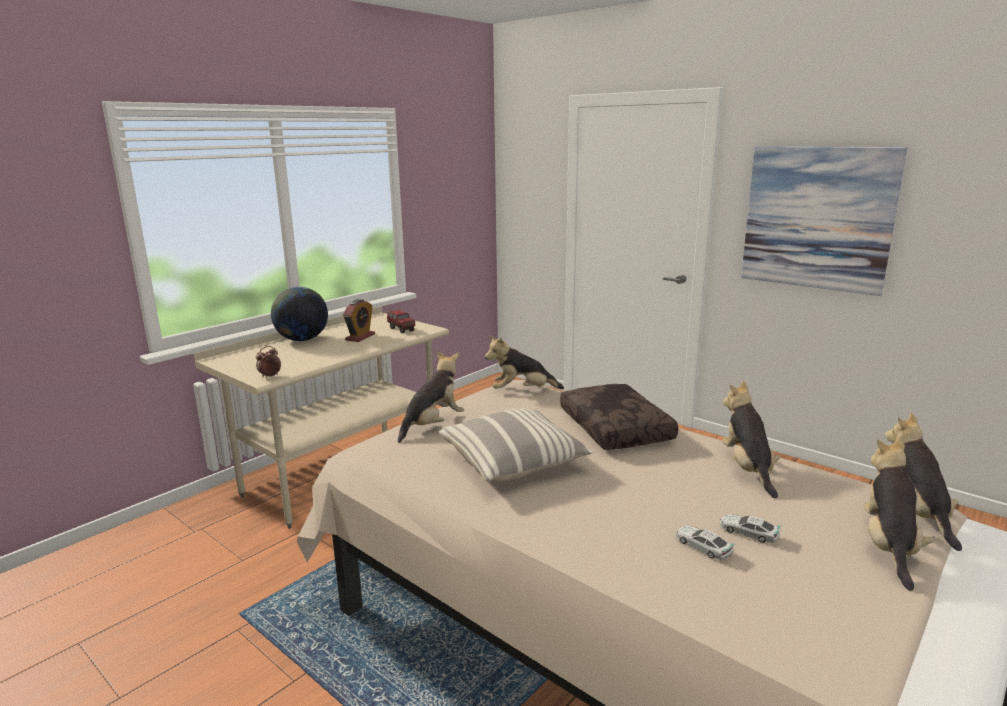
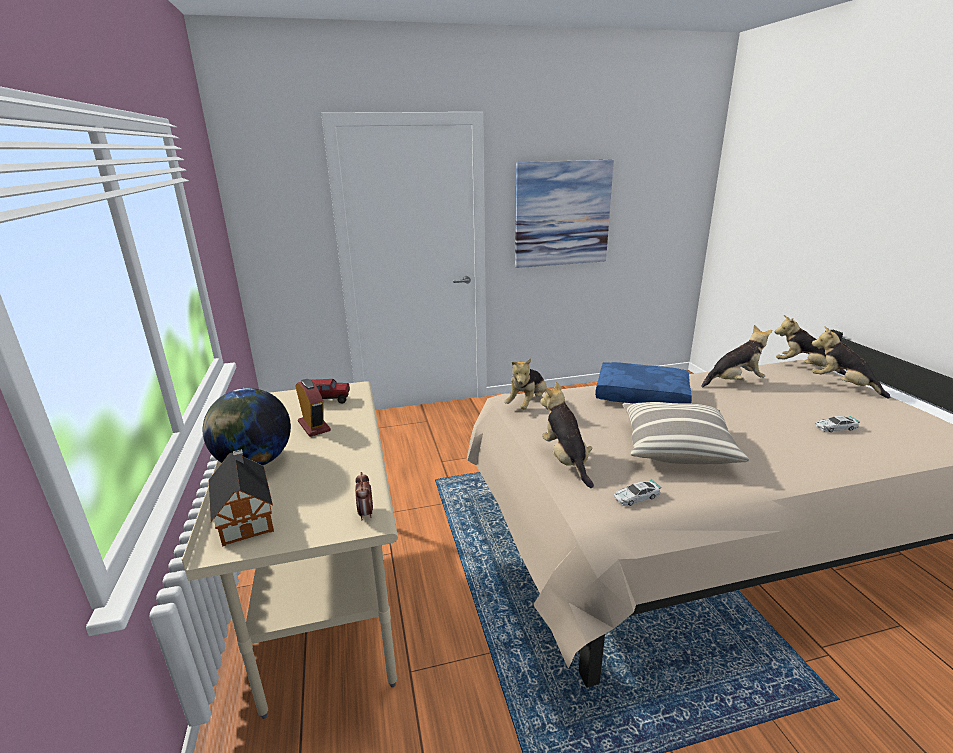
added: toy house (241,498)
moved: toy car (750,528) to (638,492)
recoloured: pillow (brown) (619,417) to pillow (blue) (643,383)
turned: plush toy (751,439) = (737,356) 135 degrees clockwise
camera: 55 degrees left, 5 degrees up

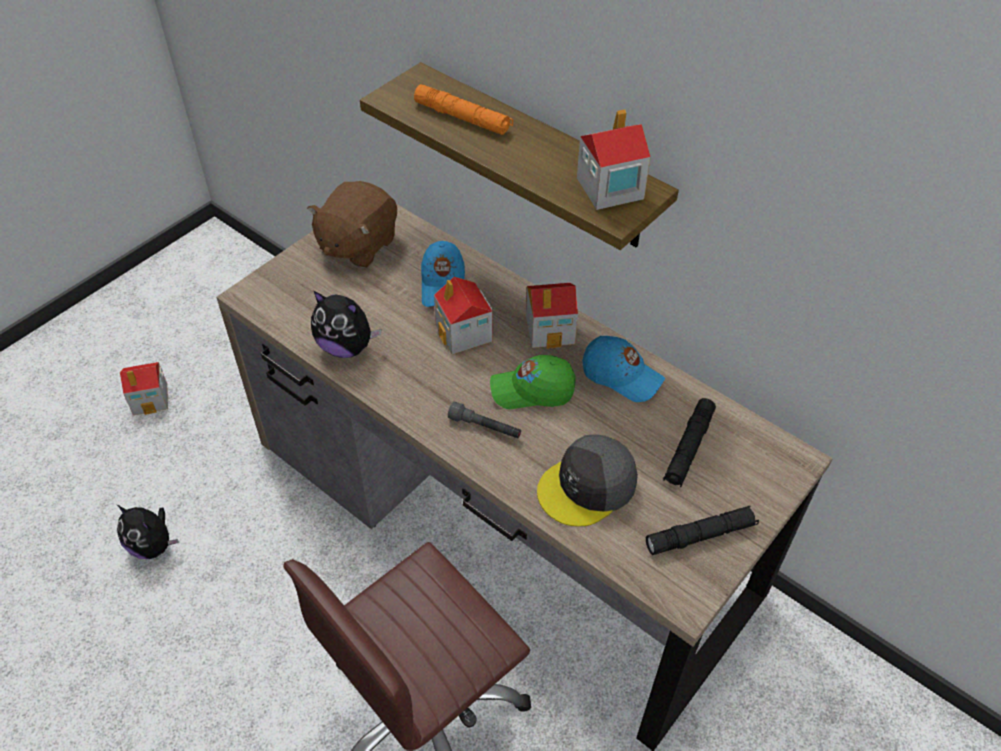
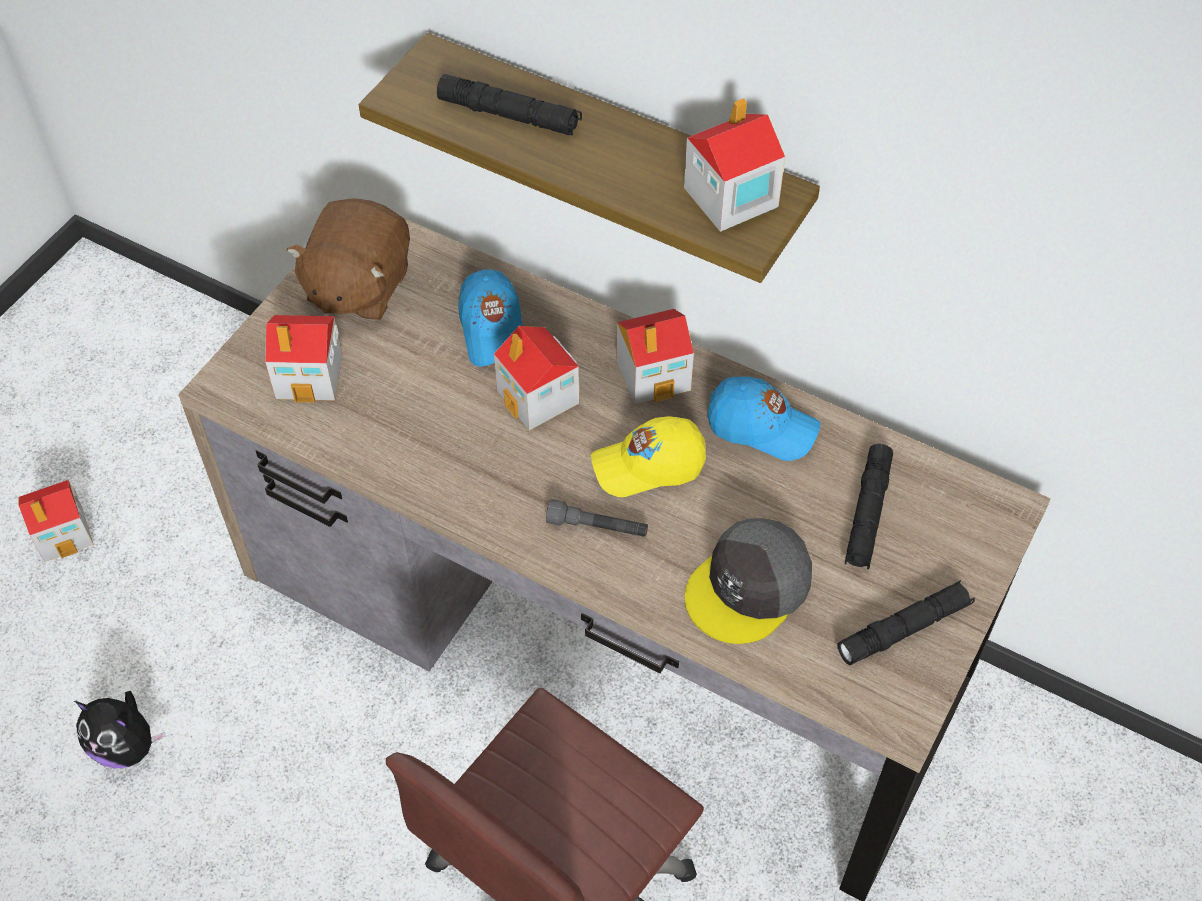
removed: plush toy (346,324)
added: toy house (303,359)
recoloured: flashlight (orange) (463,109) to flashlight (black) (509,105); cap (green) (533,382) to cap (yellow) (648,456)
camera: 10 degrees left, 5 degrees up

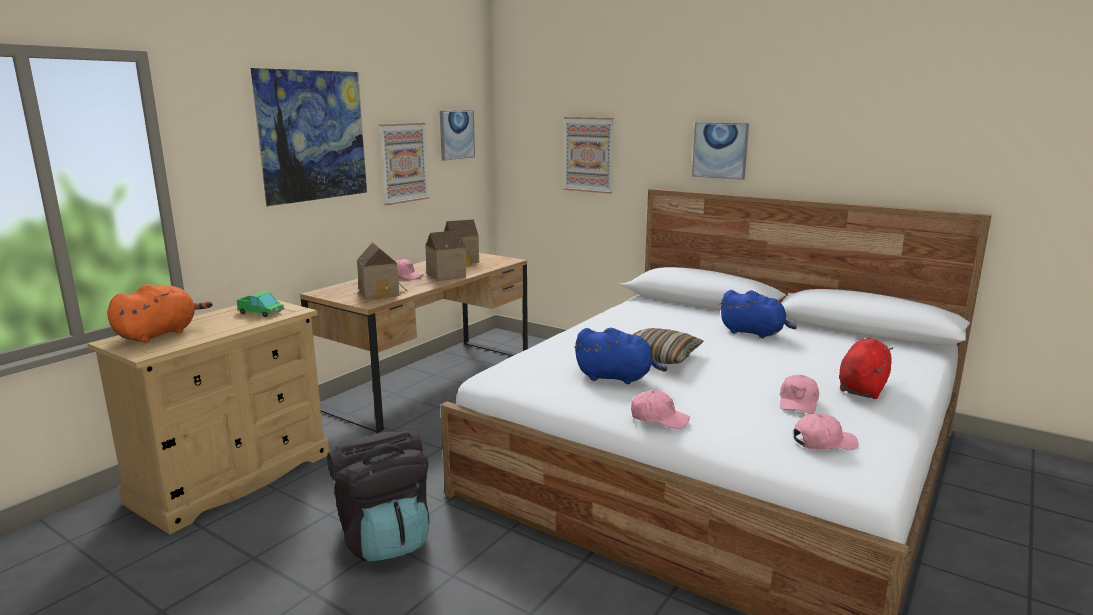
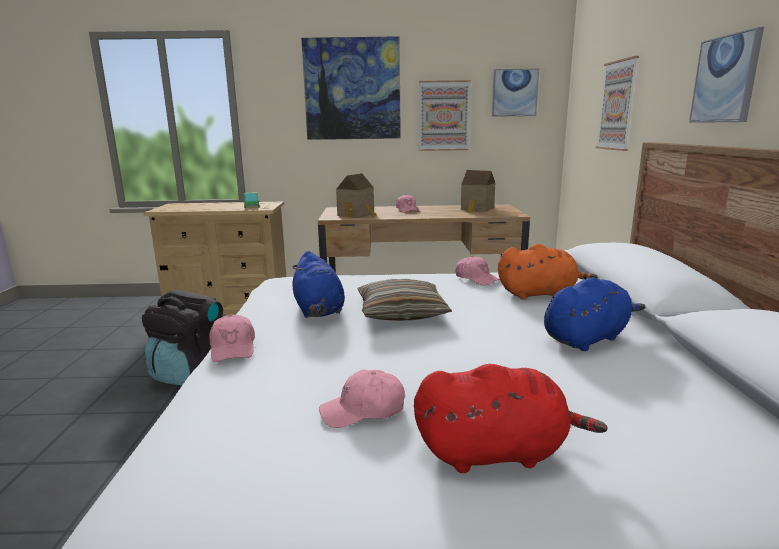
removed: toy house (445,255)
moved: plush toy (orange) (160,313) to (547,272); cap (pink) (826,431) to (477,271)
turned: plush toy (blue) (758,314) = (594,314) 120 degrees counterclockwise
camera: 55 degrees right, 0 degrees up

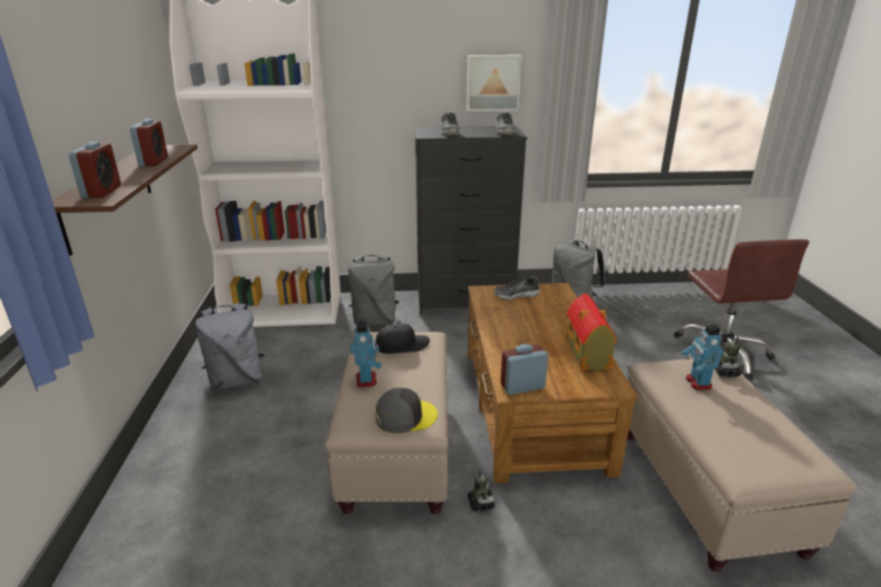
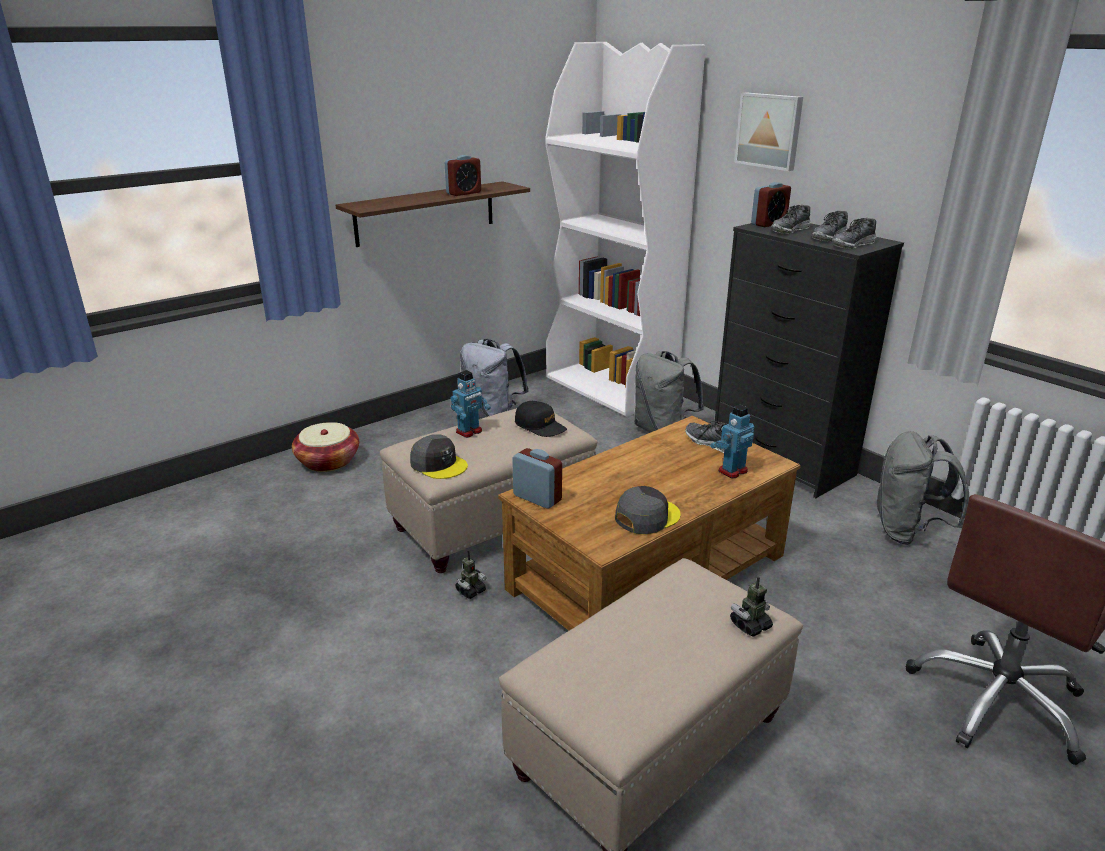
added: basket (325,447); shoe (830,226)
moved: alarm clock (95,170) to (771,204); picture (494,83) to (768,131); toy robot (702,357) to (732,441)
replaced: toy house (591,332) to cap (grey) (648,510)
camera: 55 degrees right, 0 degrees up

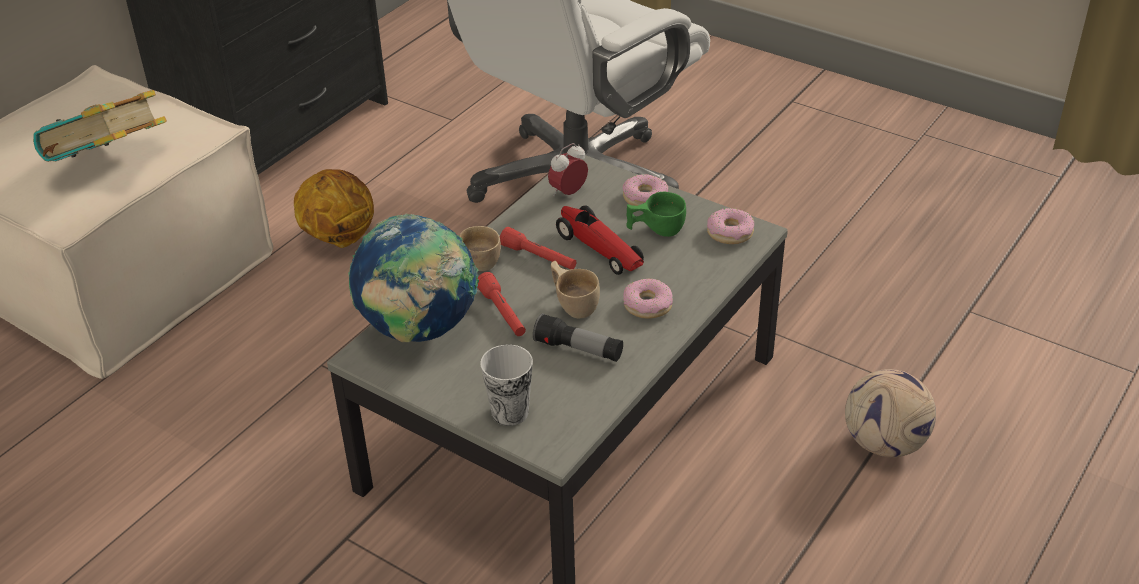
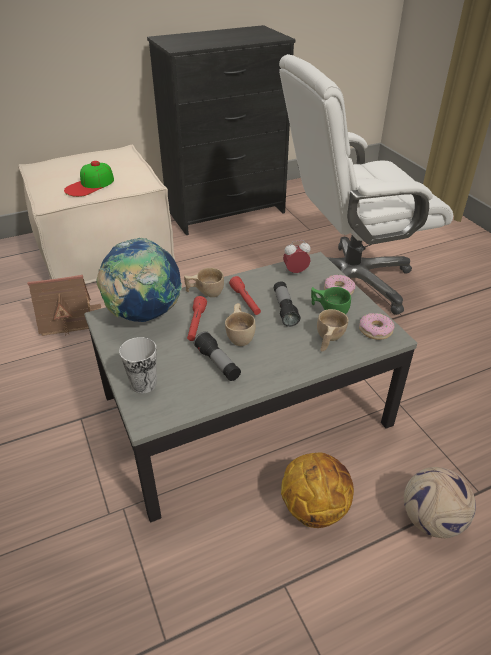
removed: donut (648,299)
added: toy house (64,305); cup (beige) (332,330)
moved: basketball (334,208) to (317,490)
replaced: book (100,126) to cap (89,179); toy car (600,240) to flashlight (287,304)
camera: 30 degrees right, 0 degrees up

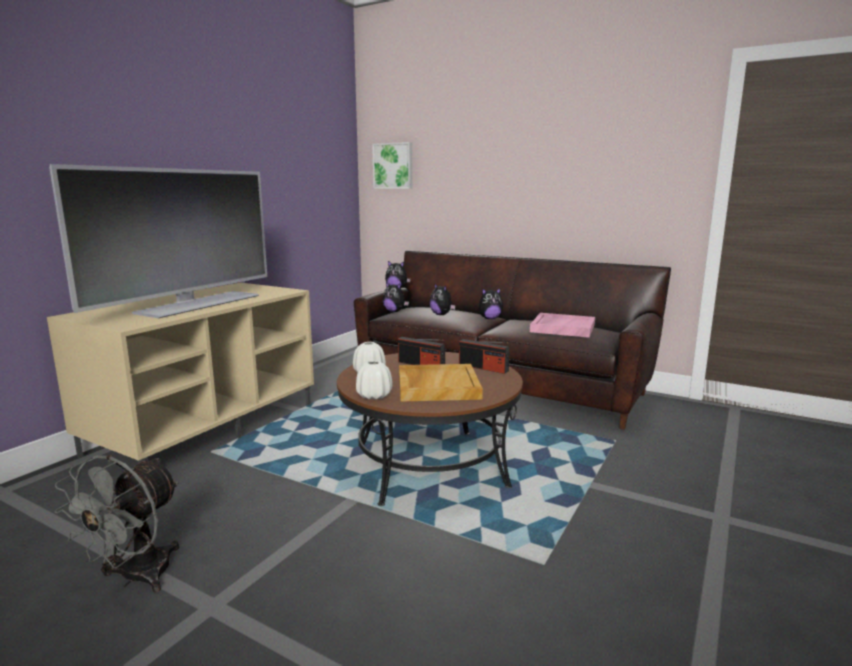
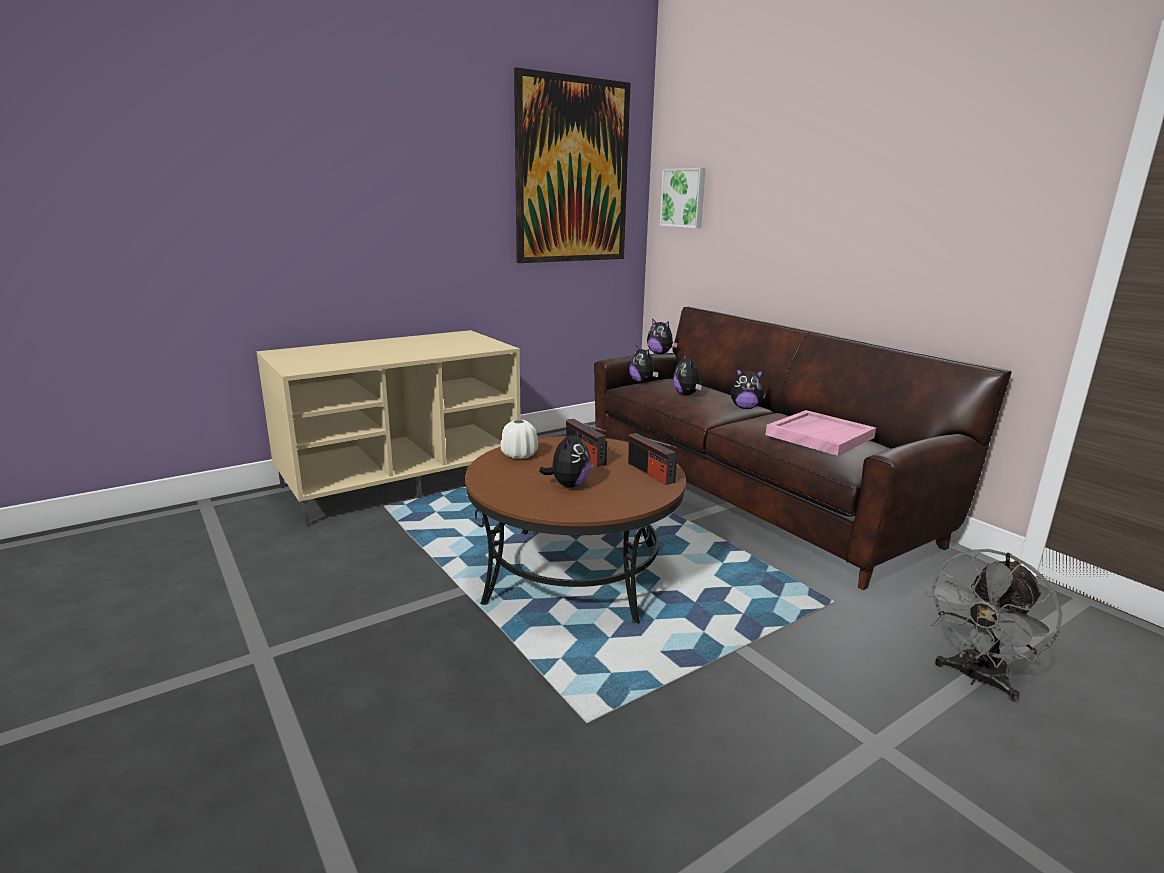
removed: television (158,241); vase (white) (374,380)
added: picture (572,165)
moved: fan (grey) (117,524) to (993,625)
replaced: tray (beige) (441,383) to plush toy (565,458)
camera: 25 degrees right, 5 degrees up

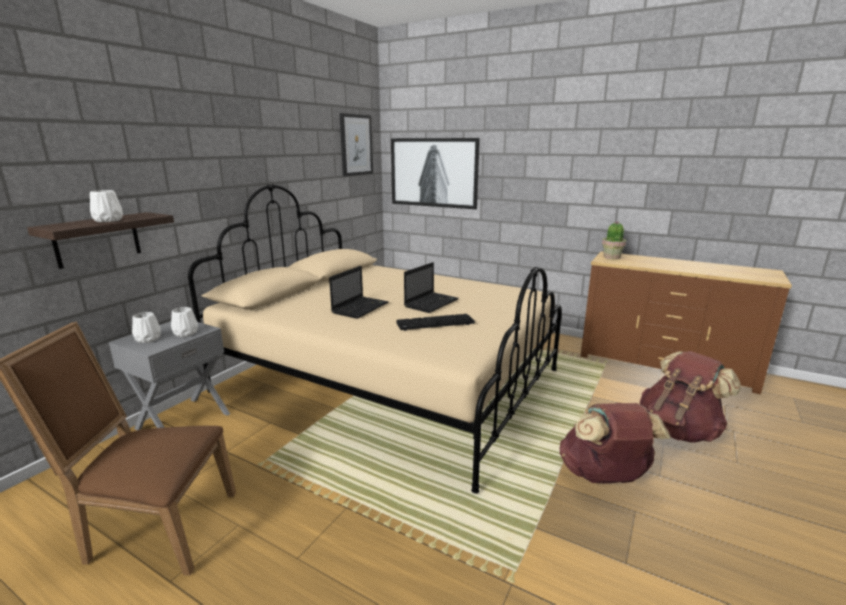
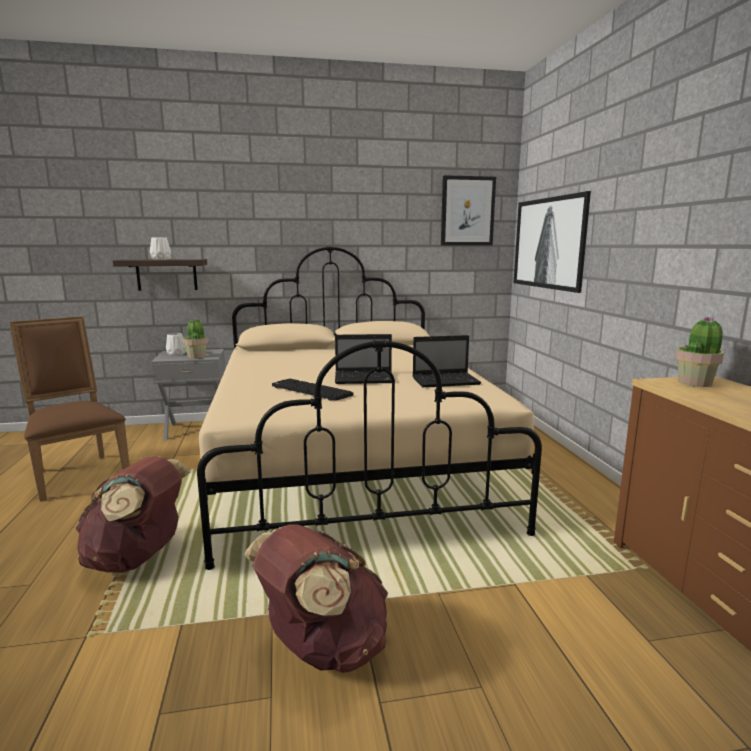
moved: laptop (359,292) to (447,361); backpack (brown) (690,397) to (133,514)
replaced: vase (white) (184,322) to potted plant (195,338)
camera: 50 degrees right, 5 degrees down

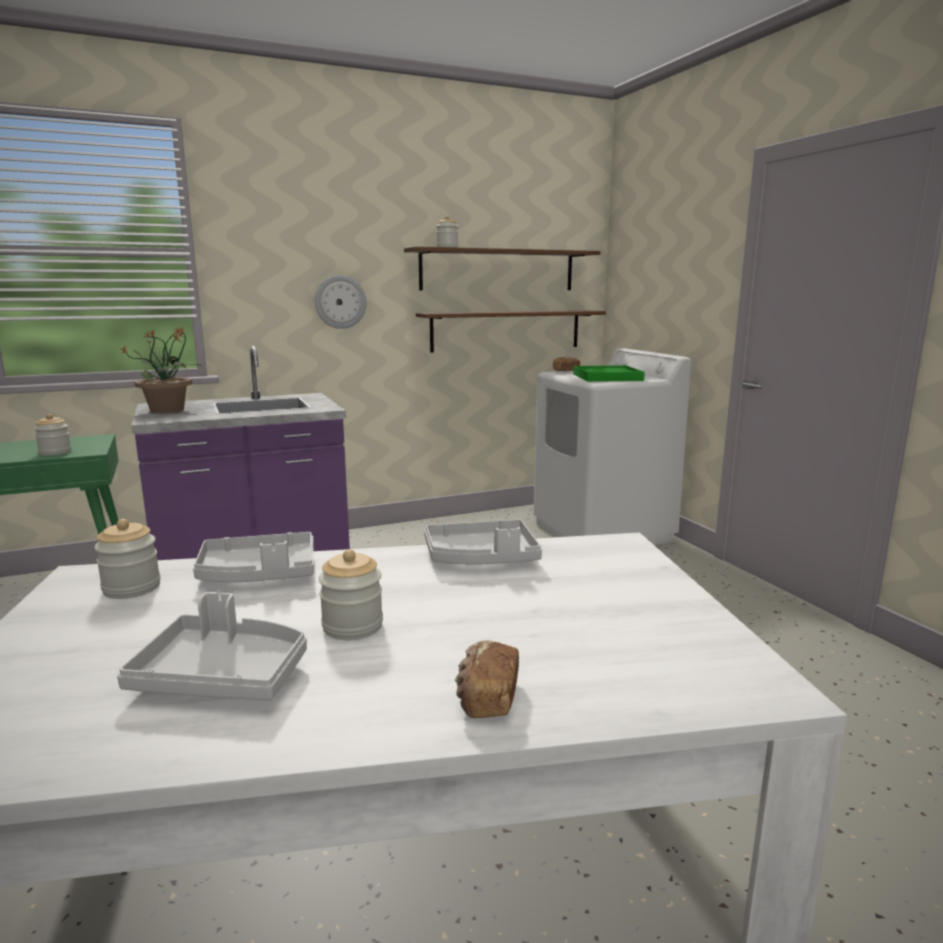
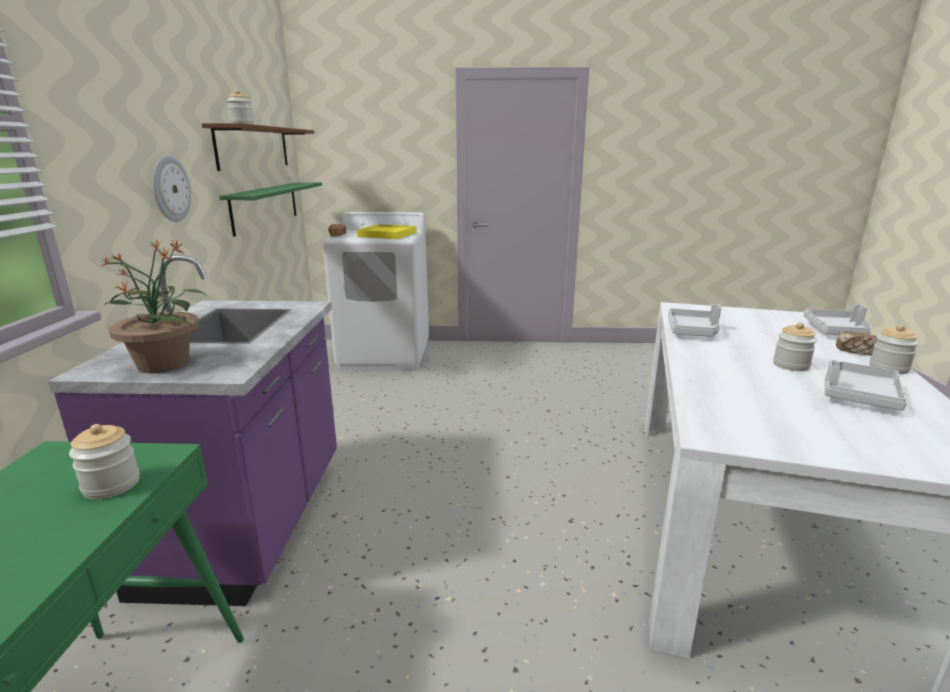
moved: jar (127,559) to (894,349); tray (grey) (253,557) to (837,319)
recoloured: shelf (brown) (511,331) to shelf (green) (270,209); tray (green) (609,373) to tray (yellow) (387,231)
camera: 65 degrees left, 5 degrees up

